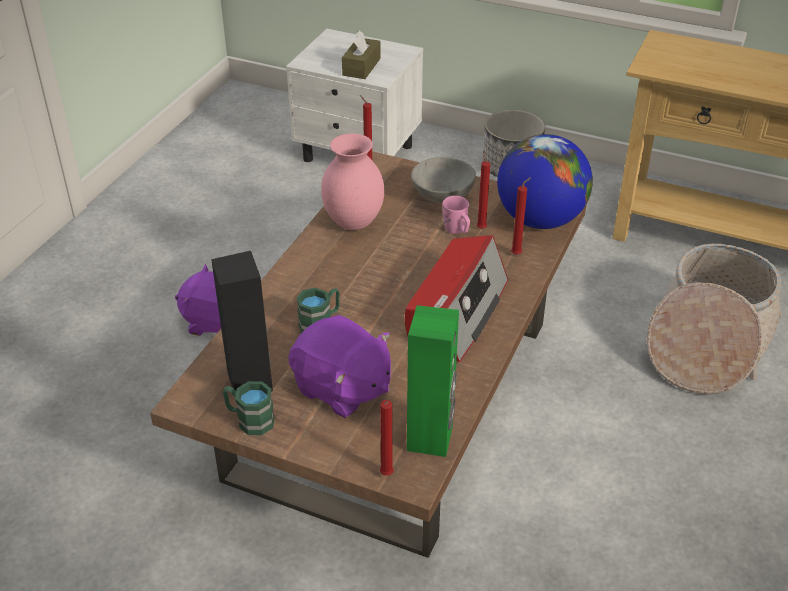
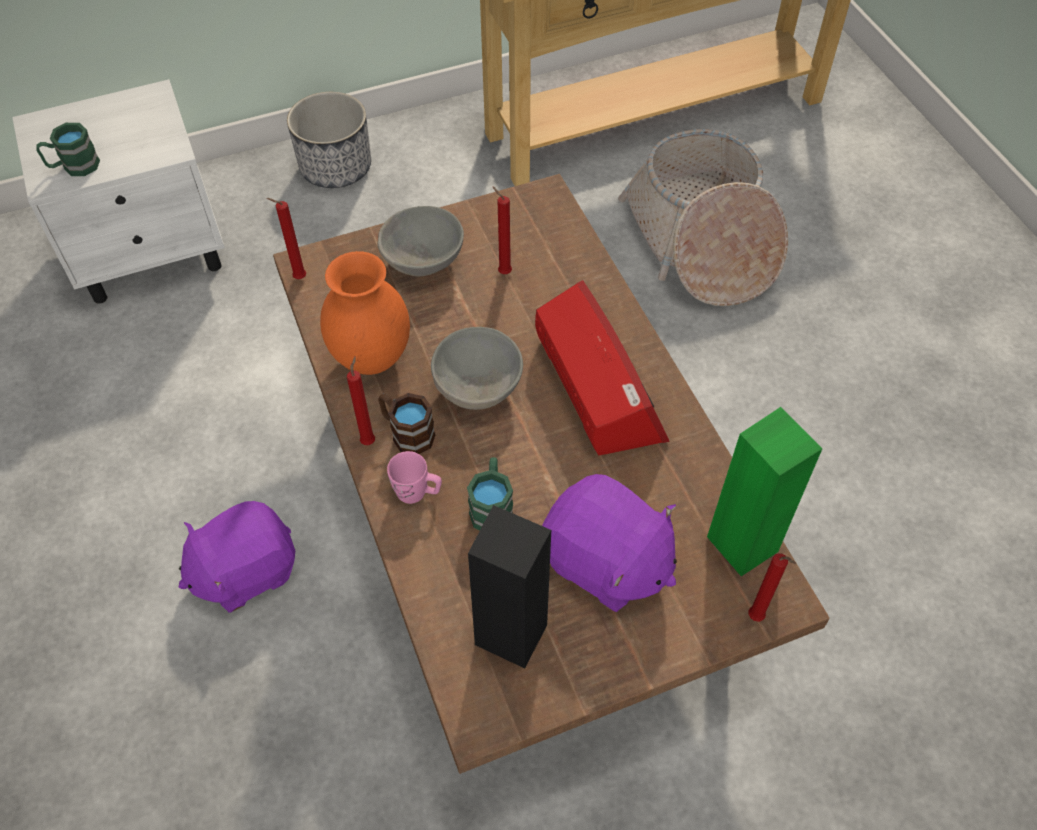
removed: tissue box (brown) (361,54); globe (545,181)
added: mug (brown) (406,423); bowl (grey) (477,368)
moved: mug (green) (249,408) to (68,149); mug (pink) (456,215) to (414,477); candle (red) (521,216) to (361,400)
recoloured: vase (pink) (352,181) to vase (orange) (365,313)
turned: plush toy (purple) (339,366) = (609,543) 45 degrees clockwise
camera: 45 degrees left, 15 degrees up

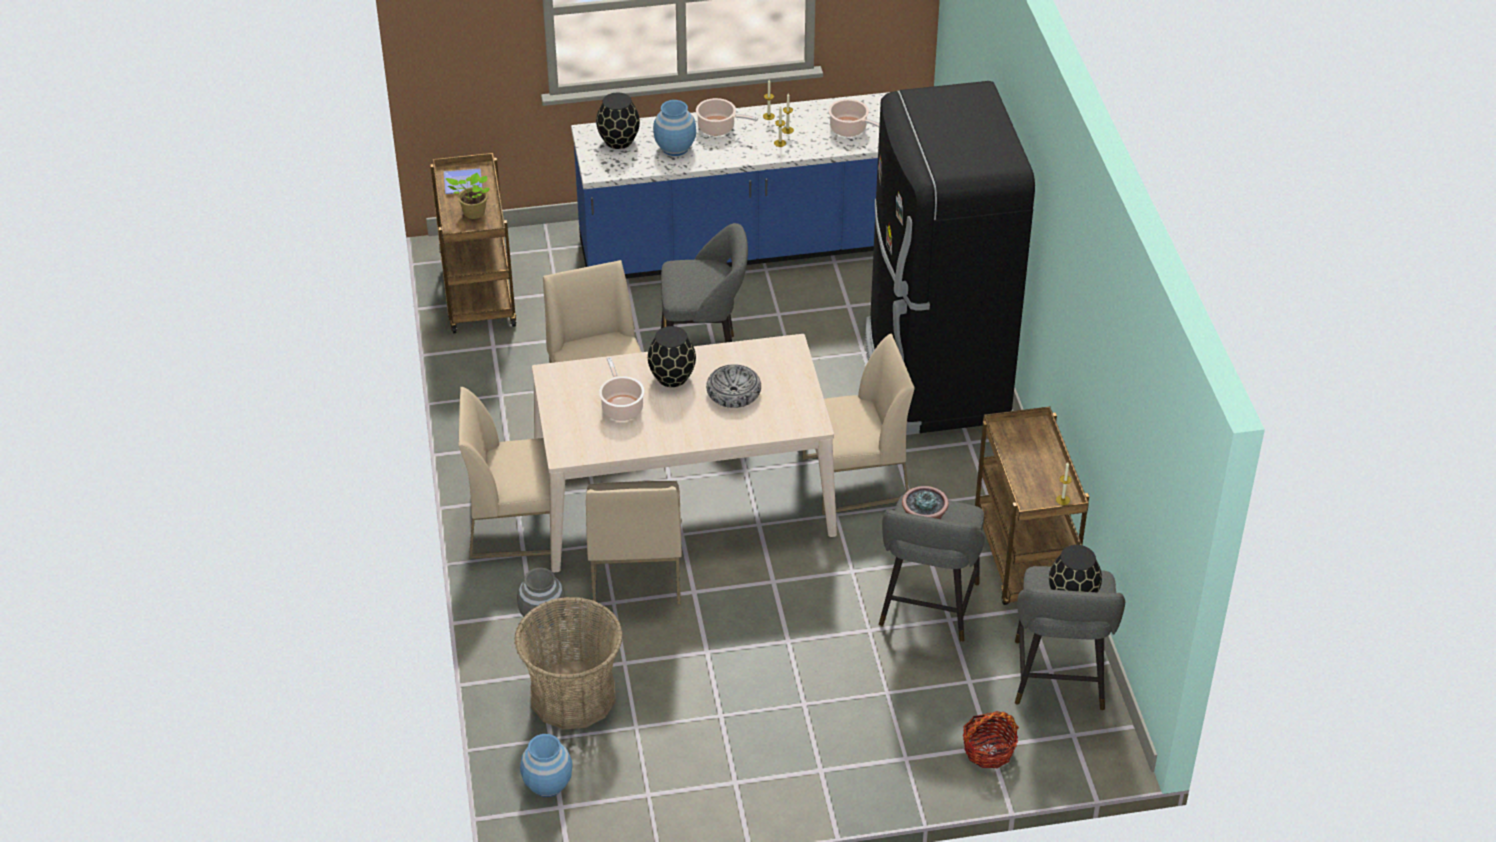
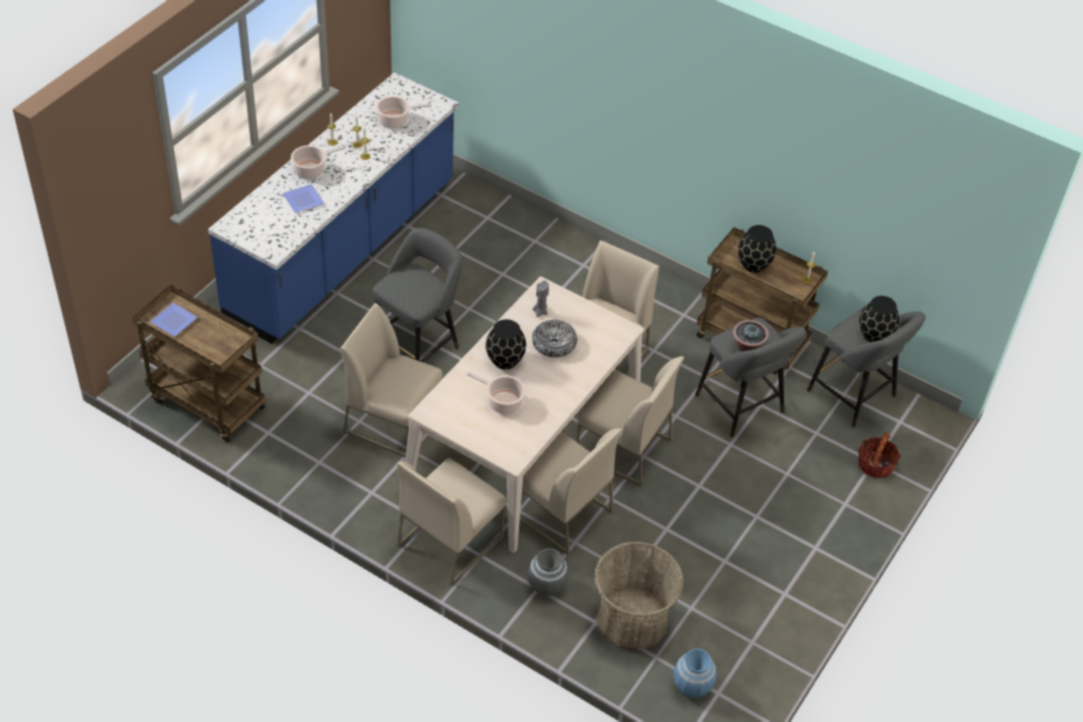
removed: potted plant (468,196); fridge (black) (950,258)
added: candle (grey) (541,298); chair (beige) (630,421)
moved: vase (black) (618,121) to (757,249)
replaced: vase (blue) (674,128) to plate (303,198)
camera: 50 degrees left, 5 degrees up

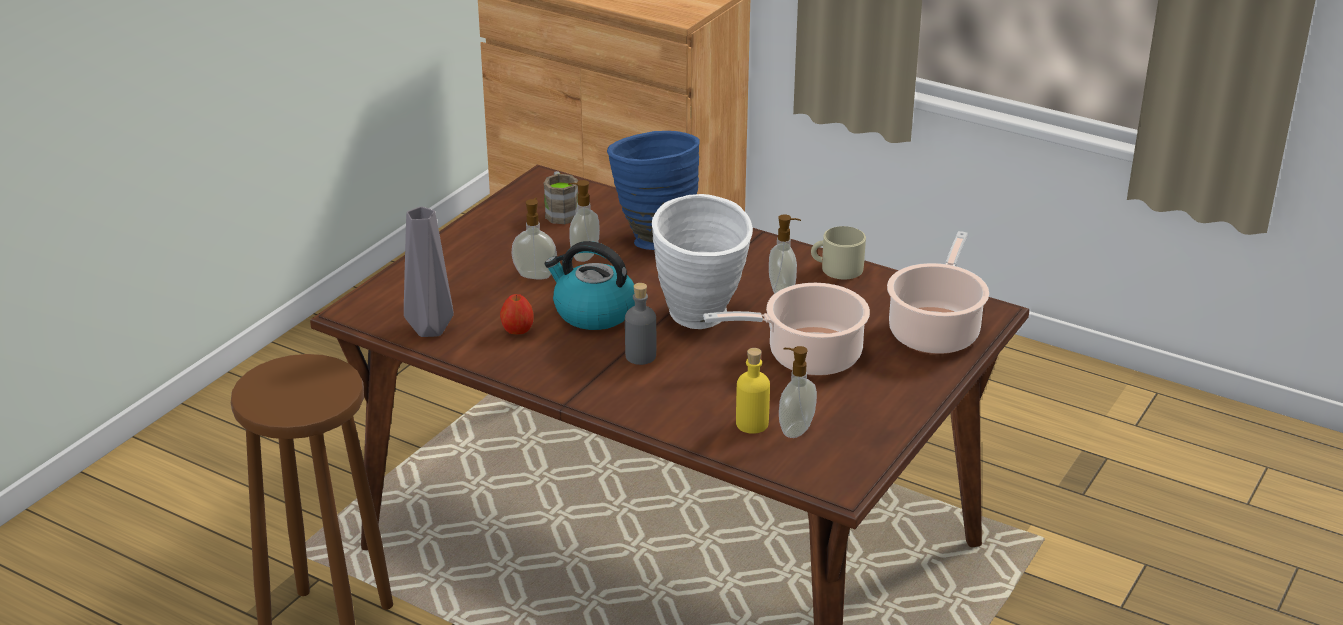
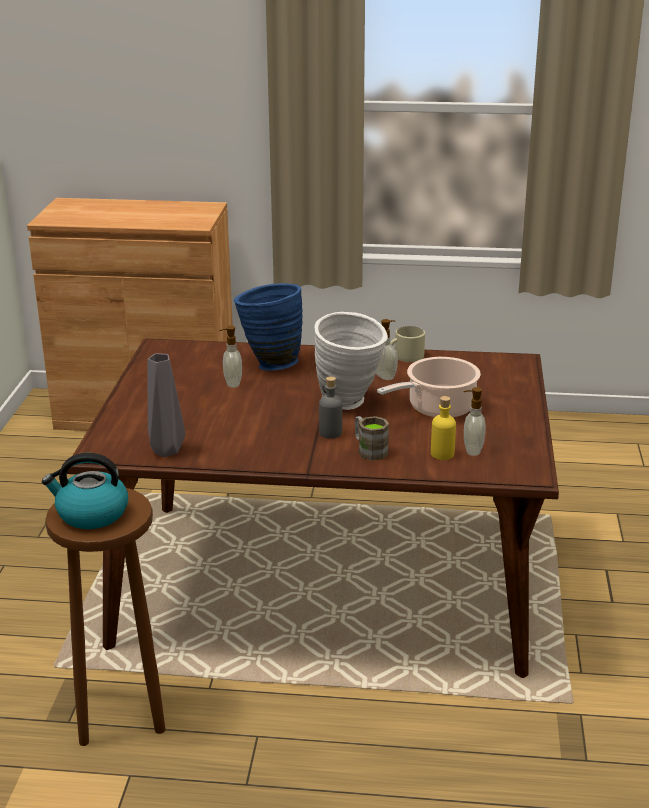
removed: apple (517,314); soap dispenser (534,239); cooking pot (938,292)
moved: mug (brown) (560,197) to (372,438); kettle (589,285) to (85,491)
camera: 25 degrees left, 5 degrees down

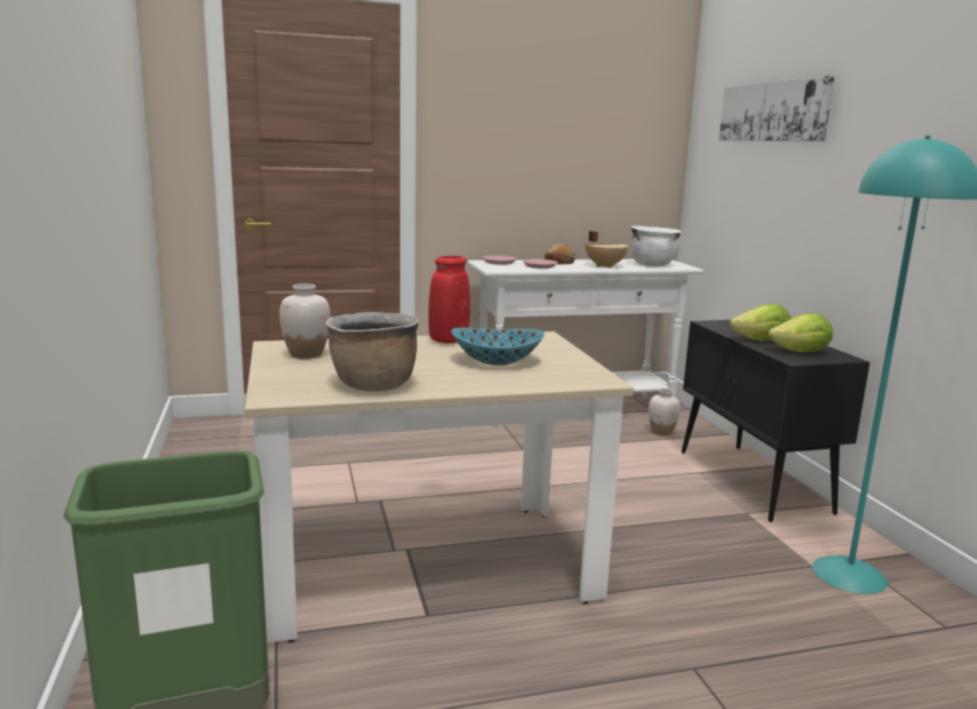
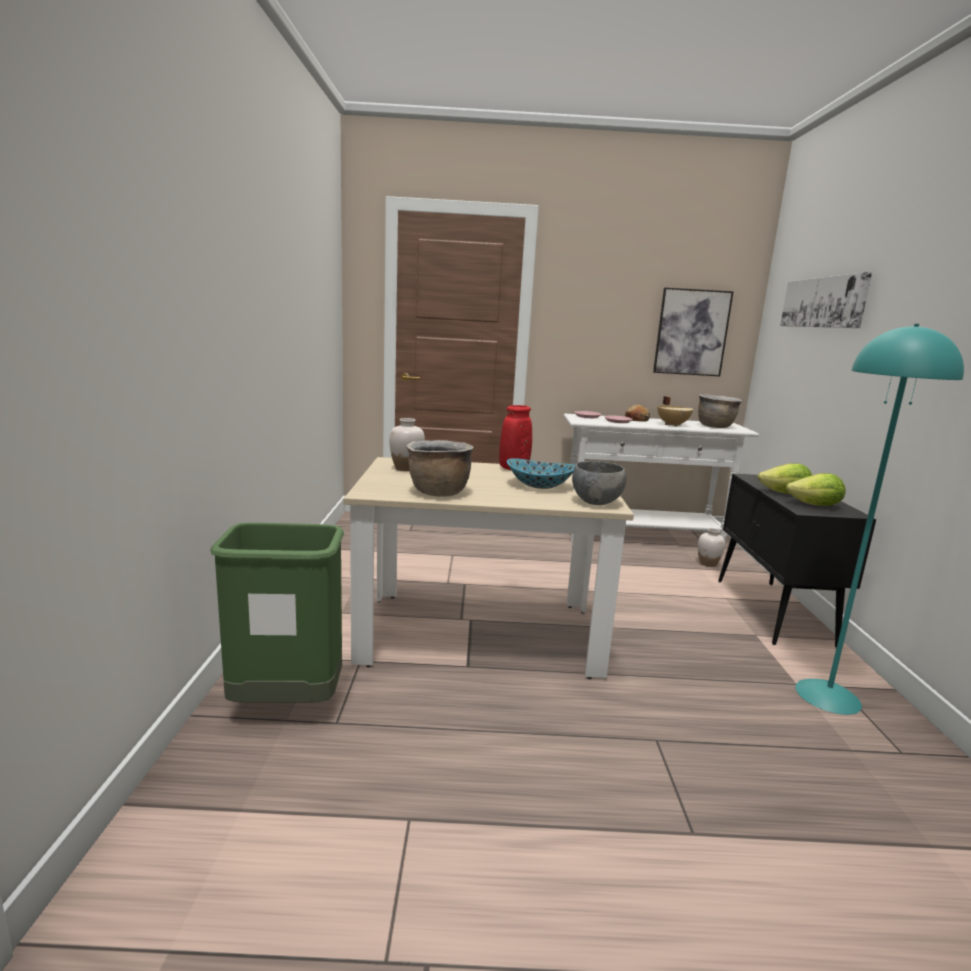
added: bowl (grey) (599,483); picture (693,332)
recoloured: cooking pot (white) (656,246) to cooking pot (brown) (720,411)
camera: 15 degrees right, 0 degrees up

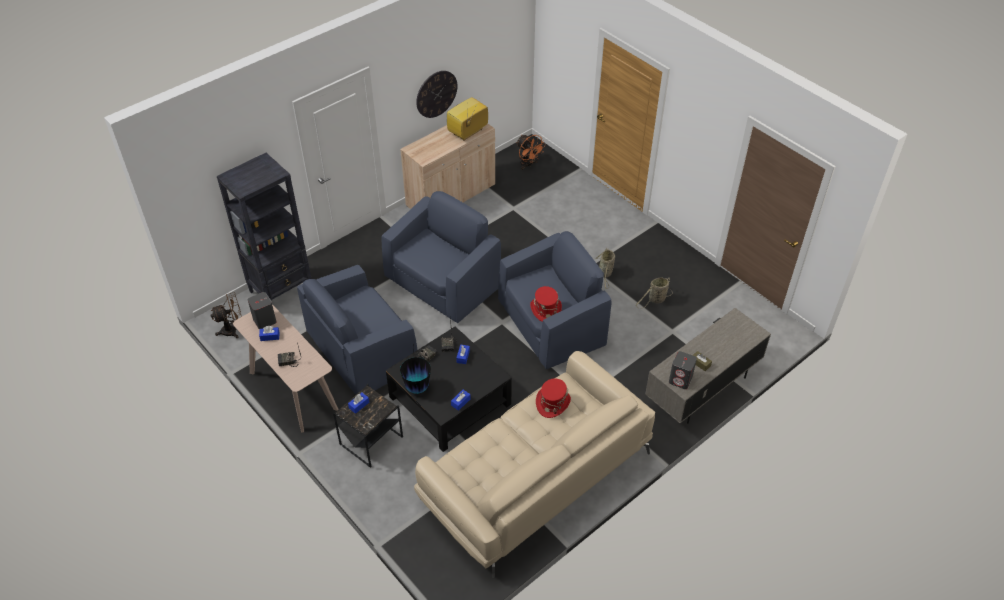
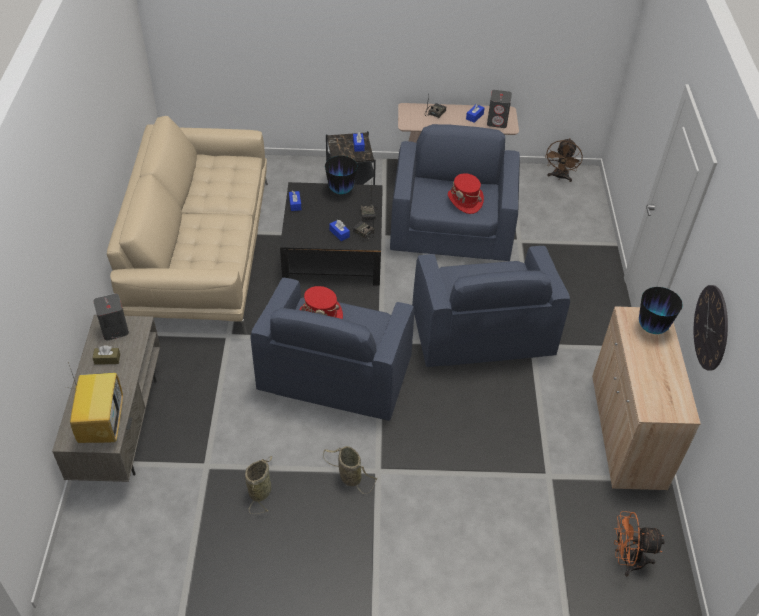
removed: bookcase (black) (264,226)
added: vase (661,310)
moved: television (467,119) to (94,402); hat (red) (553,398) to (466,193)
camera: 130 degrees right, 0 degrees up

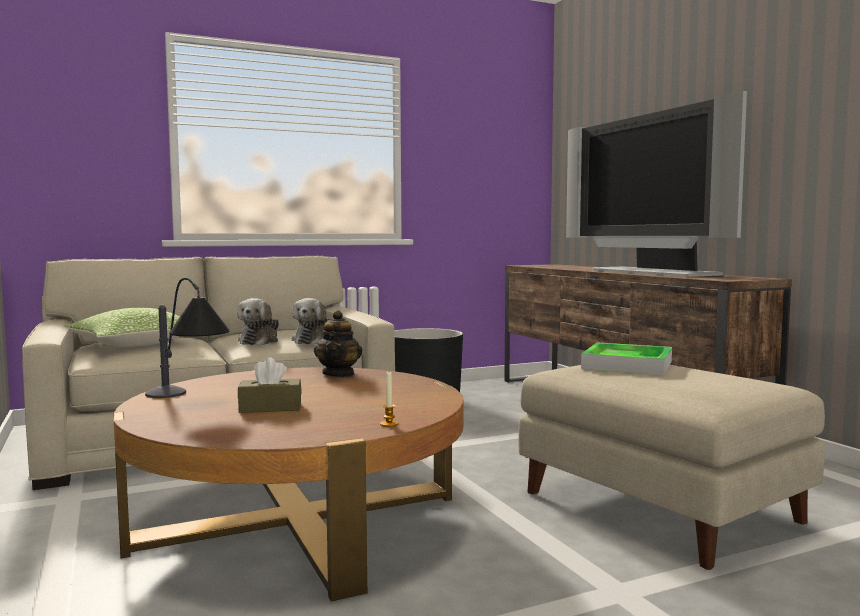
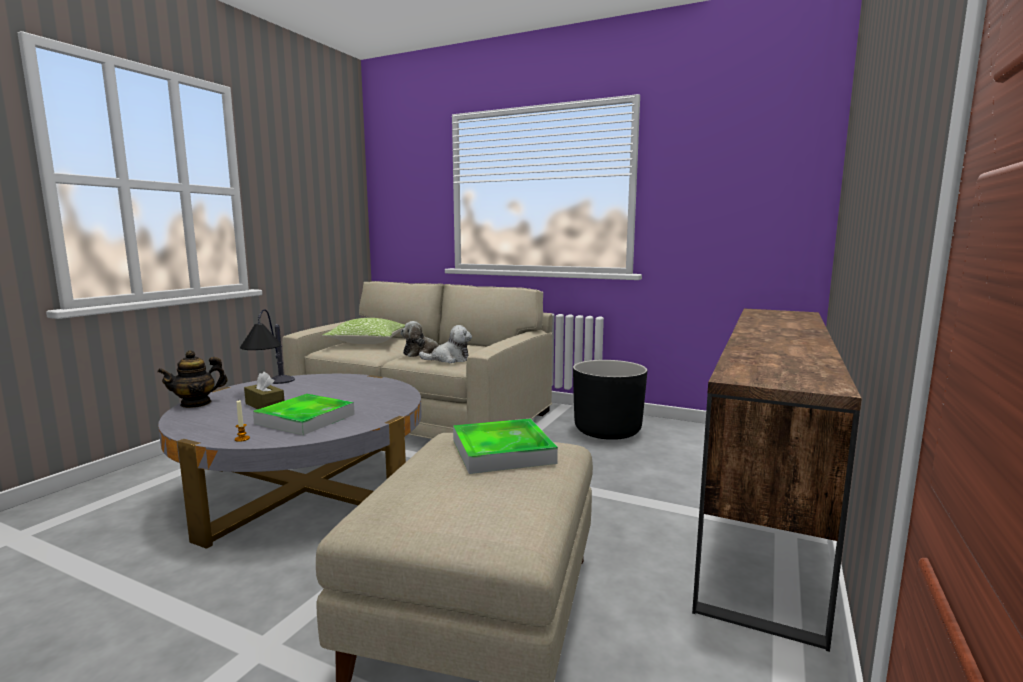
removed: television (656,184)
added: tray (304,414)
moved: teapot (338,343) to (192,379)
recoloured: coffee table (brown) (289,484) to coffee table (grey) (289,461)
turned: plush toy (310,321) = (445,344) 150 degrees counterclockwise
camera: 50 degrees right, 5 degrees up

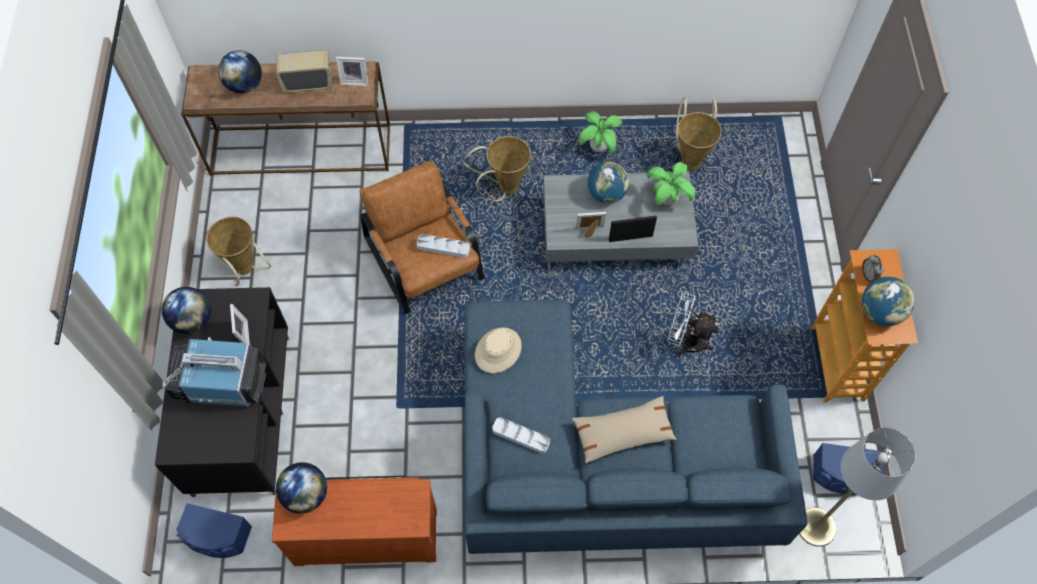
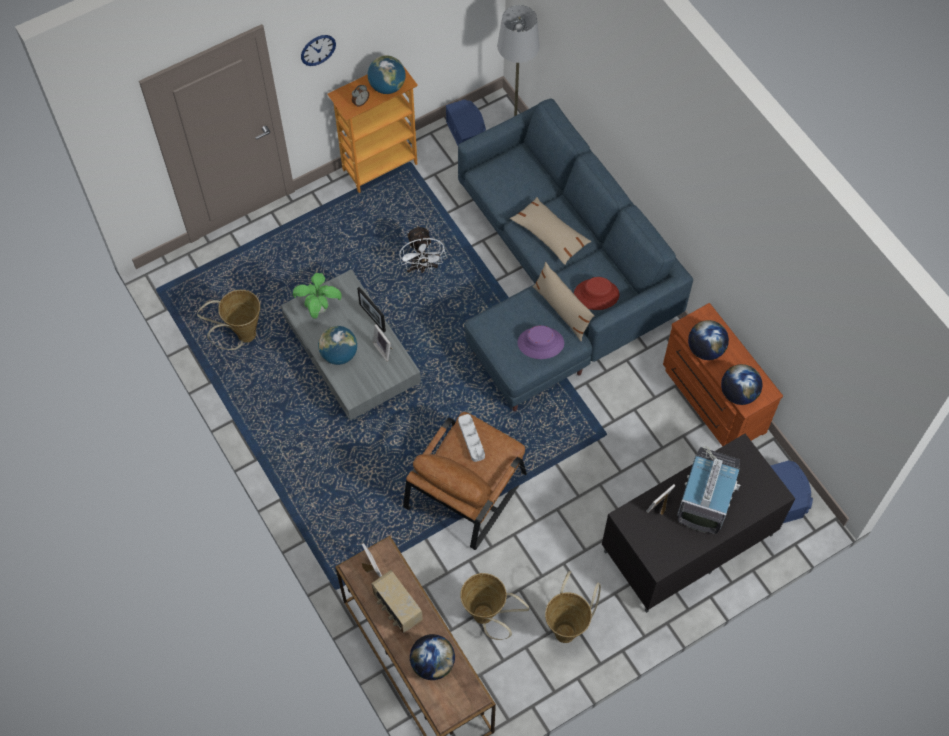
removed: potted plant (600,132)
added: wall clock (318,50); pillow (beige) (563,301)
moved: globe (186,310) to (708,340); basket (497,168) to (495,606)
replaced: tray (grey) (521,435) to hat (red) (596,293)
recoloured: hat (beige) (498,350) to hat (purple) (540,342)
turned: television (214,372) = (708,490) 135 degrees counterclockwise
camera: 120 degrees left, 0 degrees up

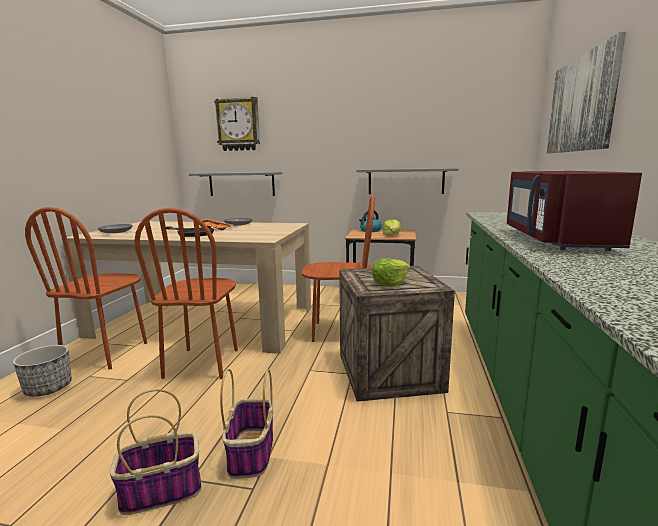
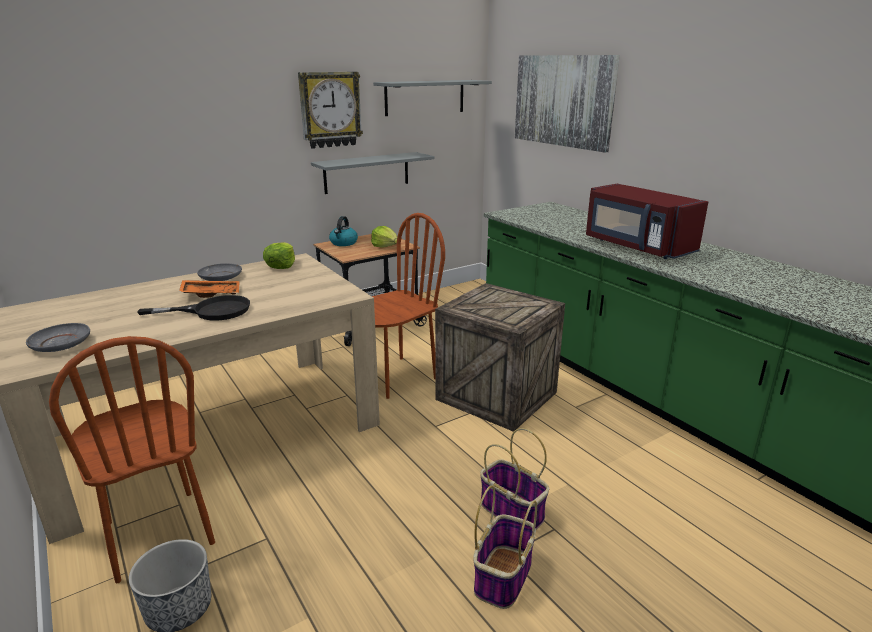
removed: chair (brown) (186,293)
moved: shelf (grey) (235,184) to (432,98); wall clock (237,124) to (330,110); lettuce (391,273) to (279,255)
camera: 45 degrees left, 10 degrees up

